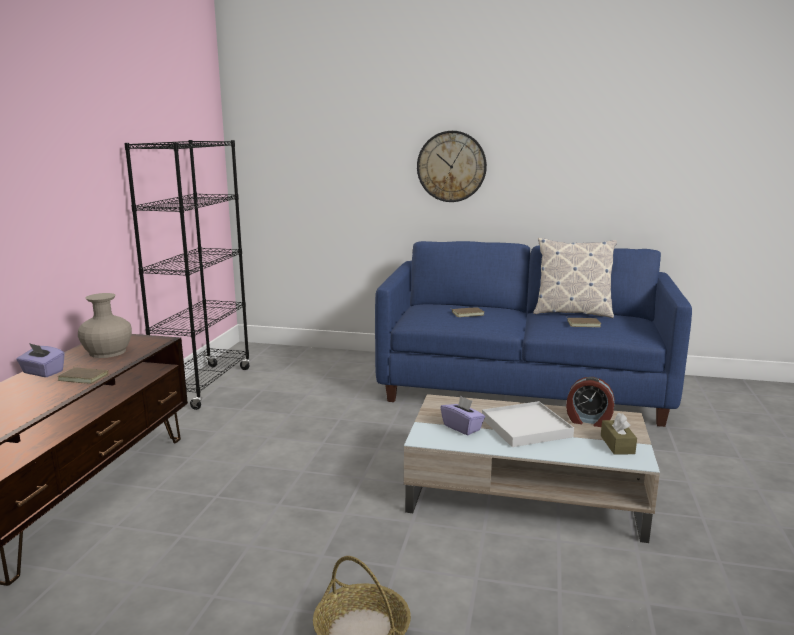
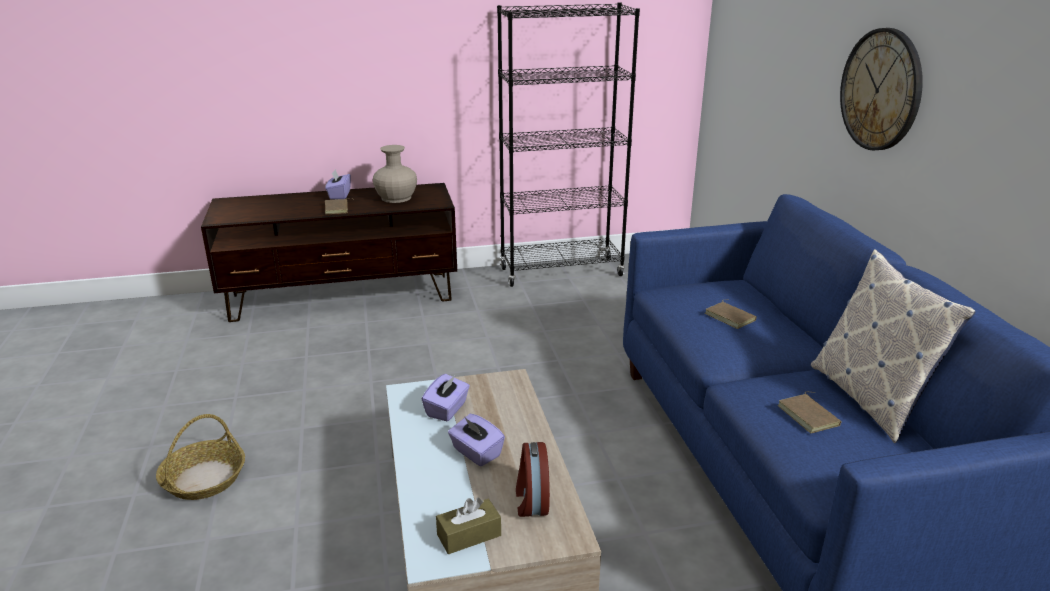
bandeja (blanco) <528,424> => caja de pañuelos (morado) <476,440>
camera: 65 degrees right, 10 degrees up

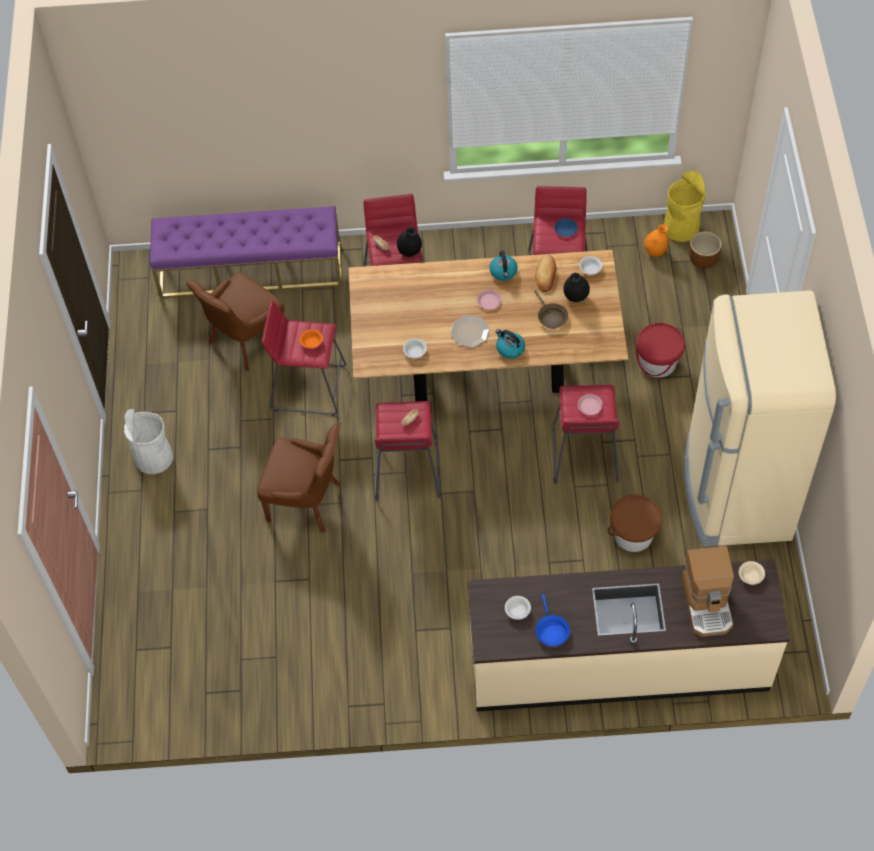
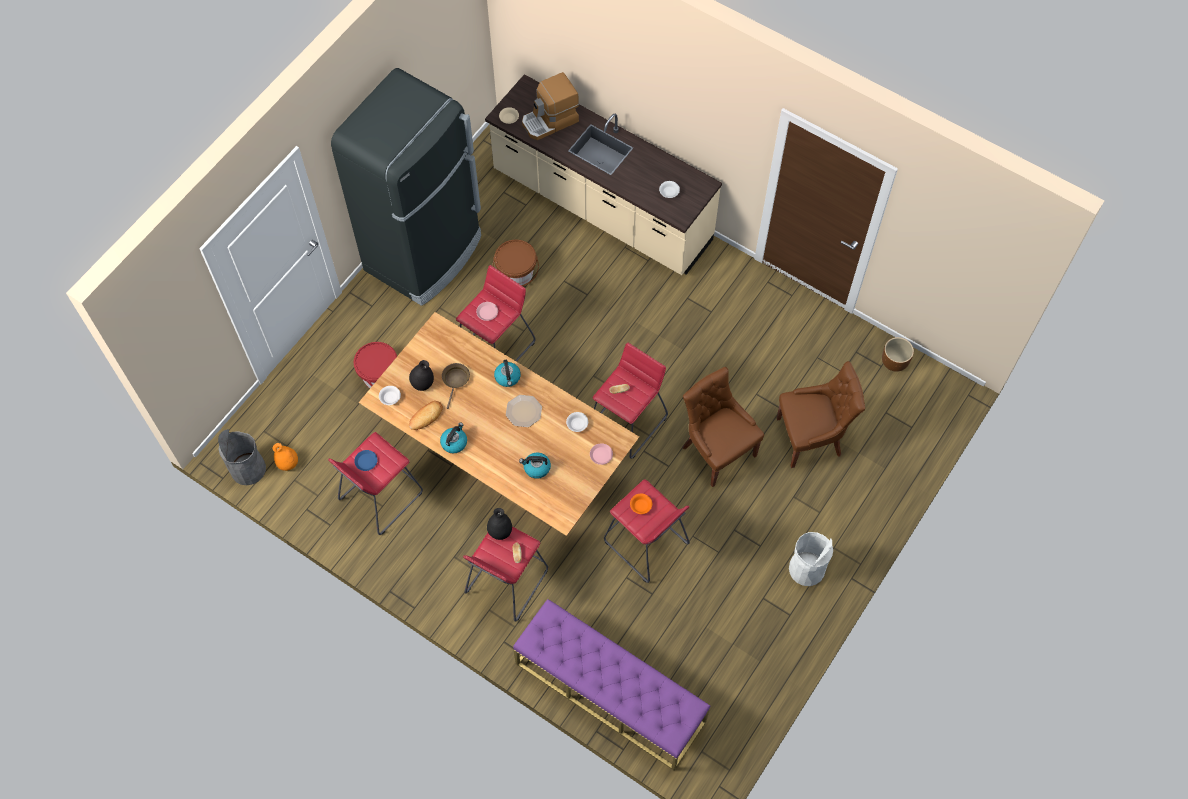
papelera (amarillo) <684,206> => papelera (gris) <242,457>
nevera (beis) <760,418> => nevera (negro) <406,187>
nothing => hervidor <535,466>
cafetera <708,591> => cafetera <550,106>, 150 degrees counterclockwise
plato (rosa) <489,300> => plato (rosa) <601,454>, relocated
silla (marrón) <235,321> => silla (marrón) <821,414>, relocated
maceta (marrón) <705,250> => maceta (marrón) <898,354>, relocated
sartén (azul) <553,620> => nothing
camera: 145 degrees left, 5 degrees up

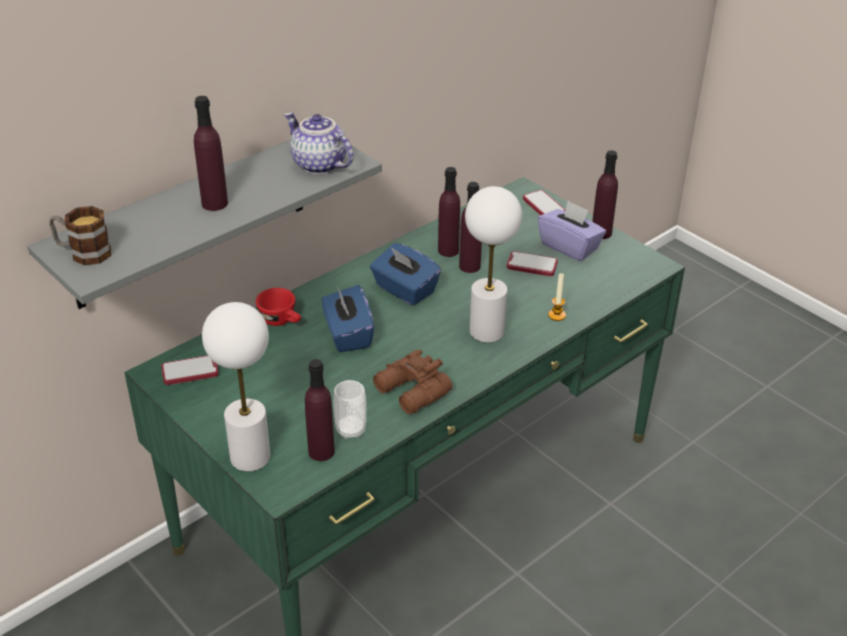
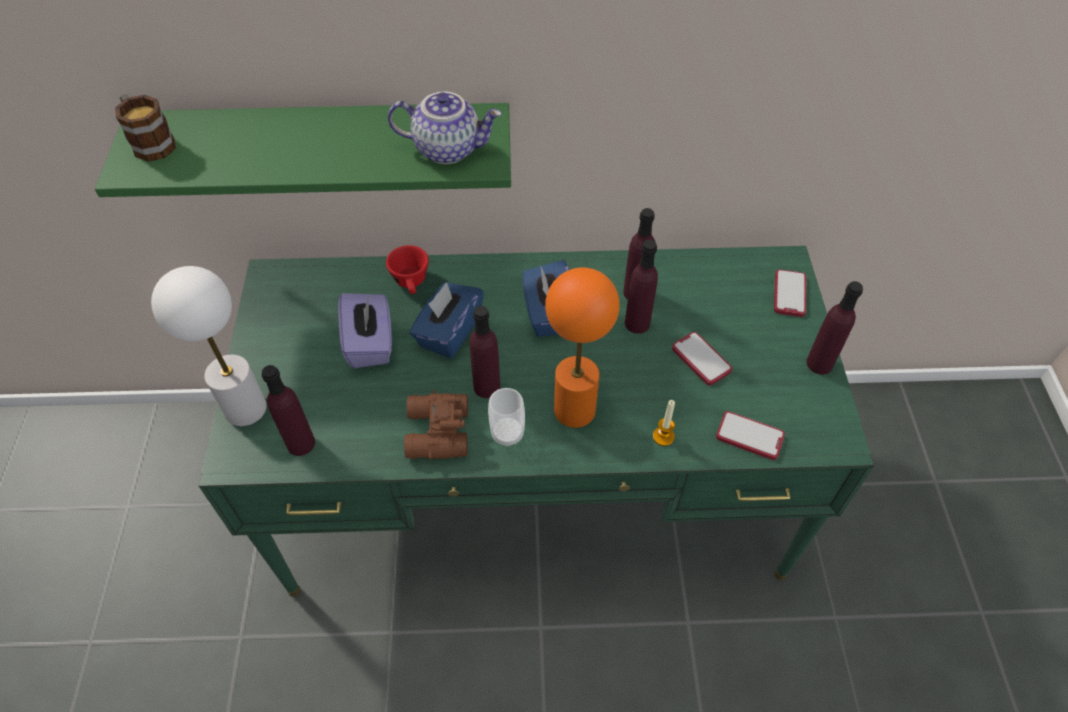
estante (gris) <204,224> => estante (verde) <303,150>
caja de pañuelos (morado) <572,231> => caja de pañuelos (morado) <365,330>, relocated
tetera <318,143> => tetera <445,128>, 105 degrees clockwise
botella (morado) <211,153> => botella (morado) <484,352>, relocated
taza <350,409> => taza <506,417>, relocated
lámpara de mesa (blanco) <493,264> => lámpara de mesa (naranja) <582,347>
móvil <190,370> => móvil <750,435>, relocated
camera: 40 degrees right, 15 degrees up

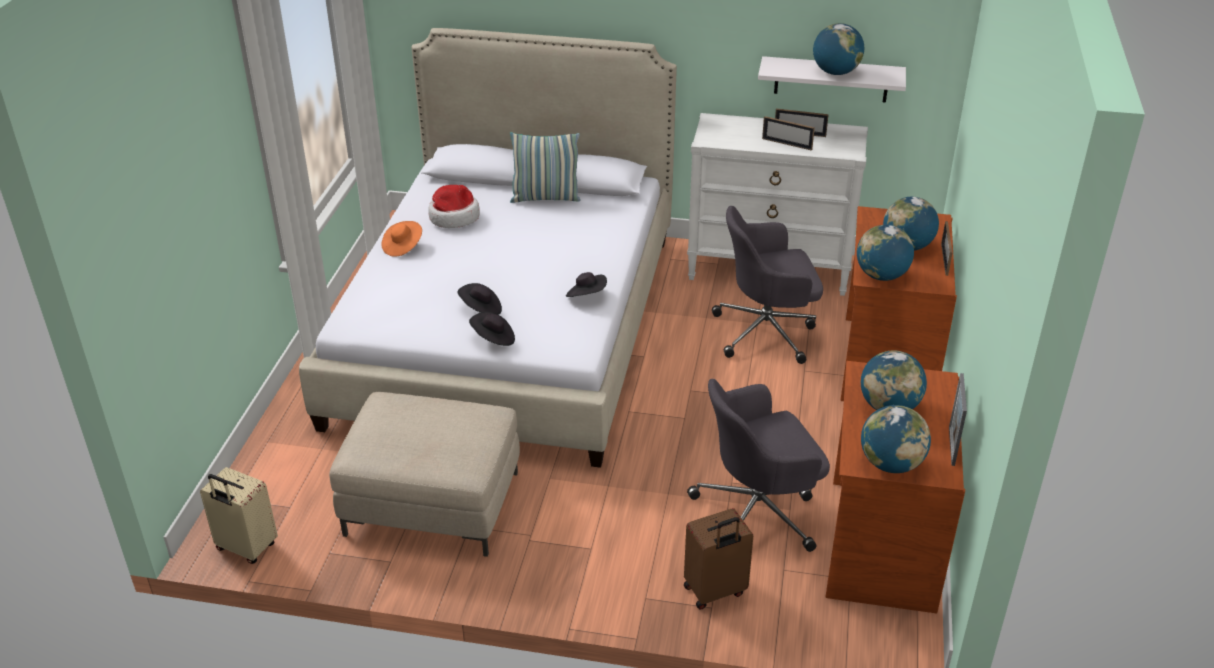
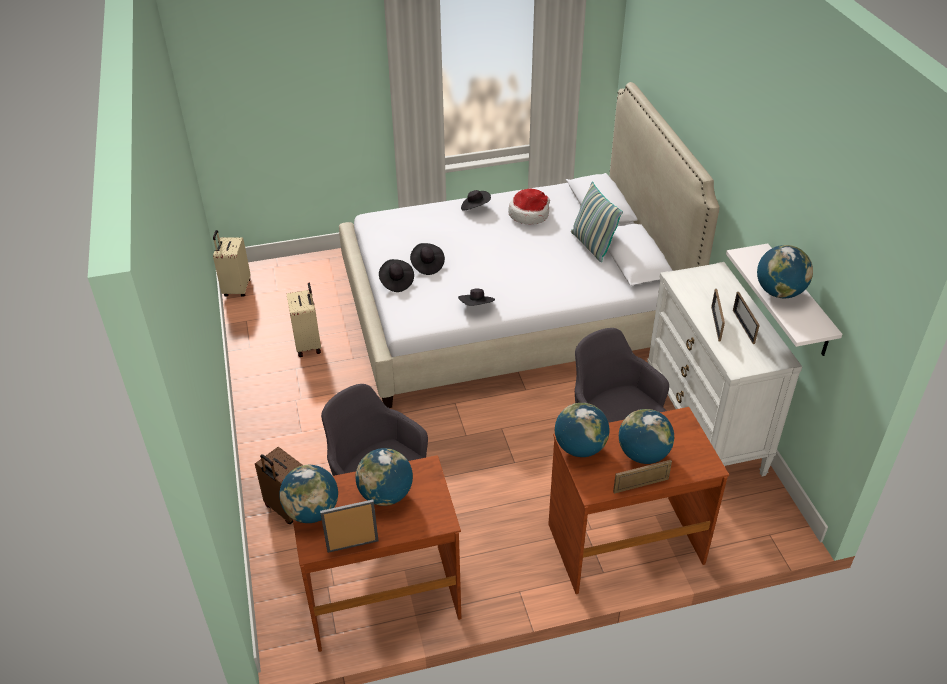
puf (beis) <424,474> => maleta (beis) <303,320>
sombrero (naranja) <401,239> => sombrero (negro) <476,200>
camera: 65 degrees right, 5 degrees up

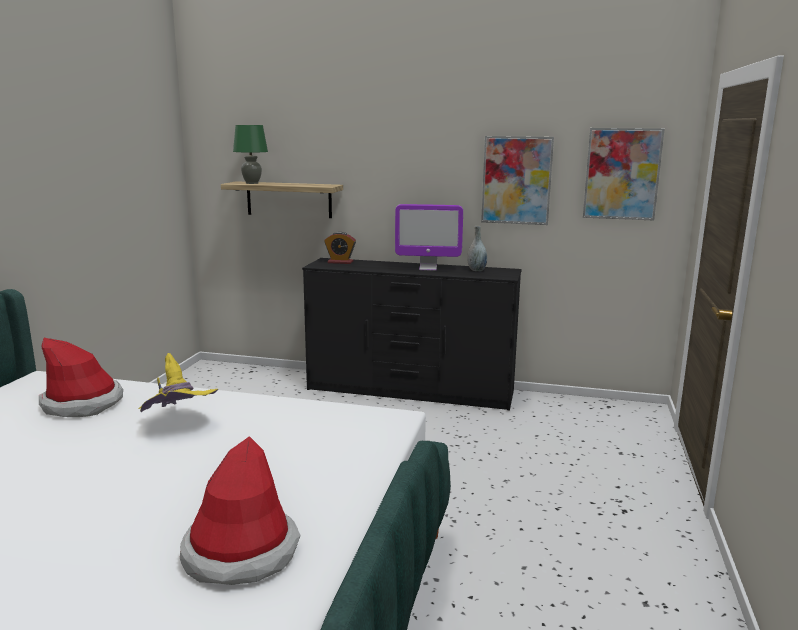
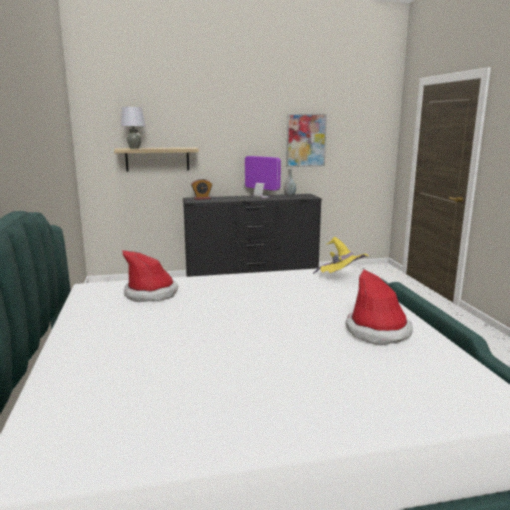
lámpara de mesa (verde) <250,154> => lámpara de mesa (gris) <133,128>
monitor <429,237> => monitor <263,177>, 120 degrees counterclockwise
sombrero (amarillo) <178,382> => sombrero (amarillo) <341,255>, relocated
cuadro <623,174> => nothing
camera: 25 degrees left, 0 degrees up

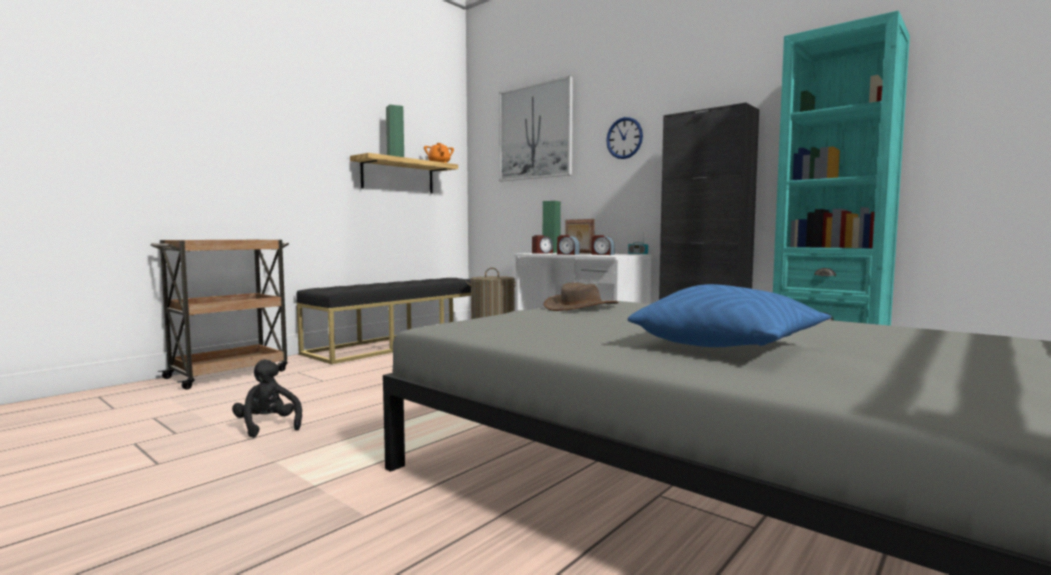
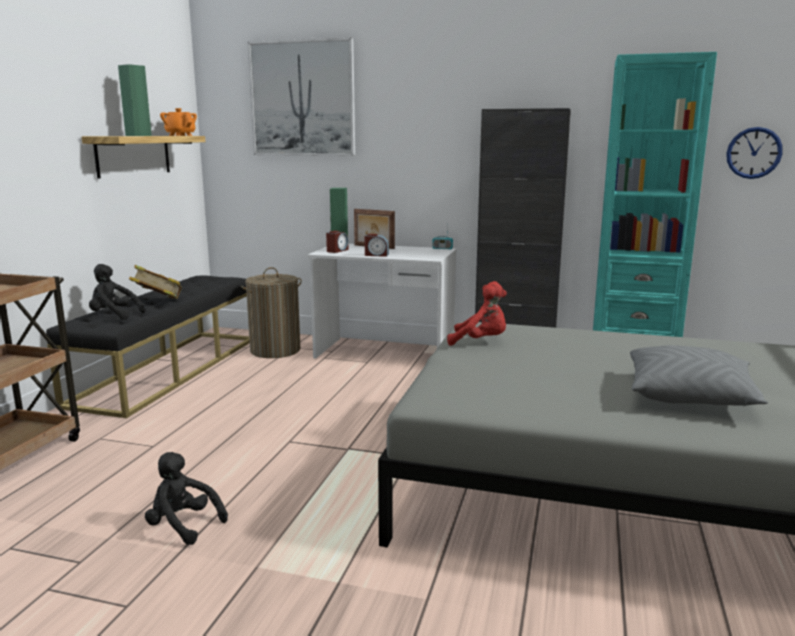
nothing => peluche (negro) <117,292>
nothing => libro <155,282>
sombrero (marrón) <581,296> => peluche (rojo) <477,313>
cojín (azul) <729,315> => cojín (gris) <699,375>
reloj de pared <624,138> => reloj de pared <754,153>, relocated
despertador <603,245> => nothing
camera: 25 degrees left, 10 degrees up

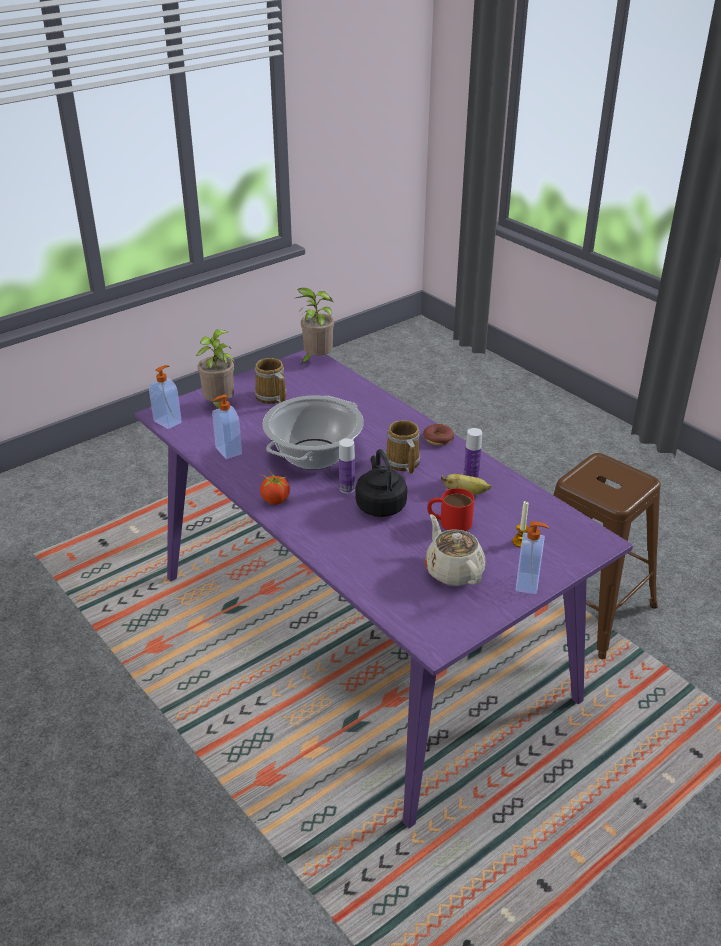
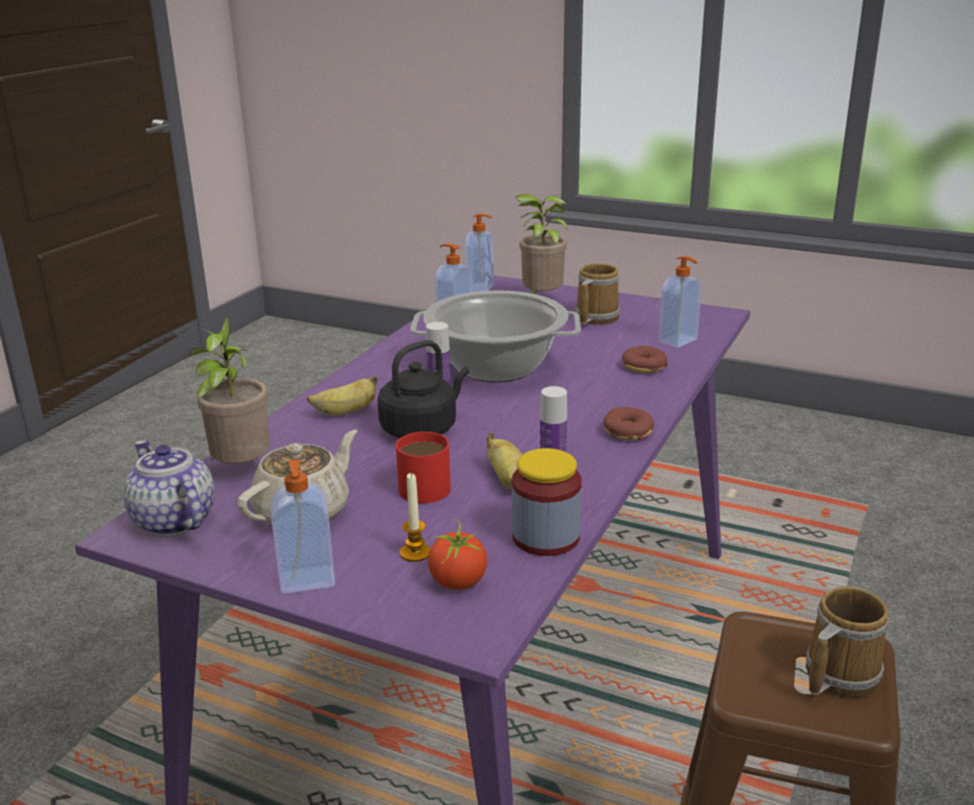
nothing => tetera <169,488>
planta en maceta <315,326> => planta en maceta <229,390>, relocated
nothing => plátano <342,395>
tomate <274,487> => tomate <457,554>, relocated
nothing => tarro <547,502>
nothing => rosquilla <645,359>
nothing => dispensador de jabón <680,302>
taza grande <403,447> => taza grande <847,641>, relocated
camera: 65 degrees right, 10 degrees down

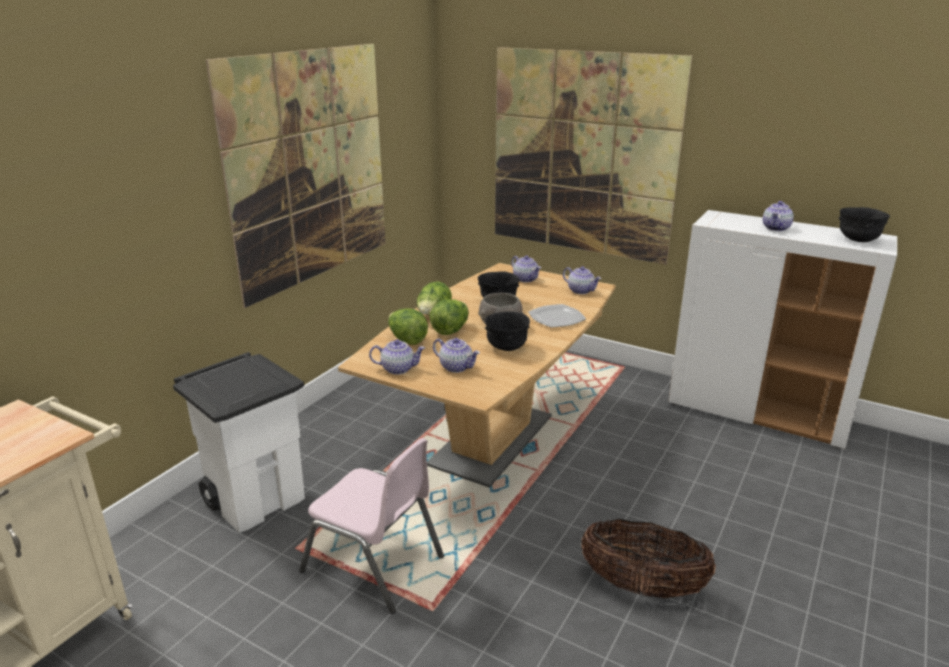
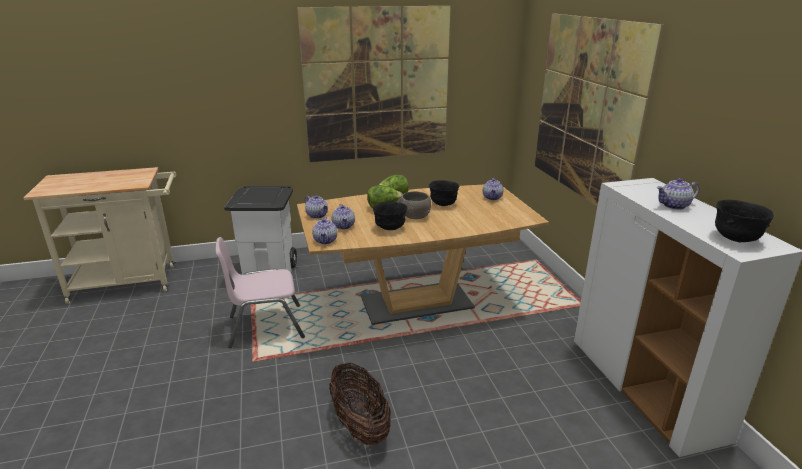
silla (rosa) <371,526> => silla (rosa) <260,292>, 90 degrees clockwise
tetera <582,280> => tetera <324,230>, relocated
lechuga <408,326> => nothing
plato <557,316> => nothing
camera: 45 degrees right, 0 degrees up

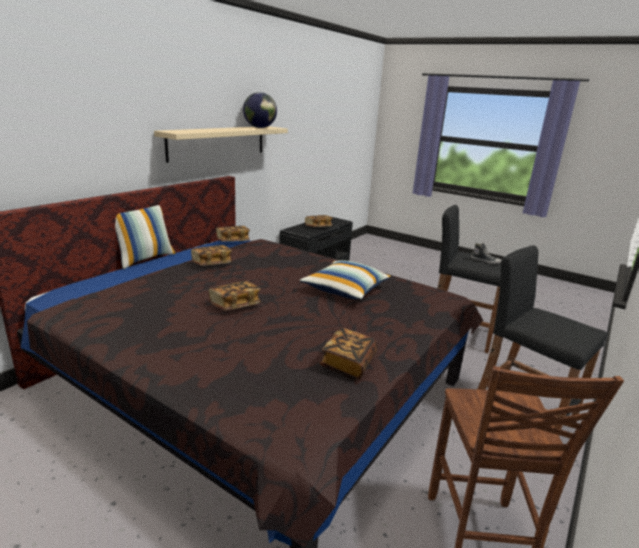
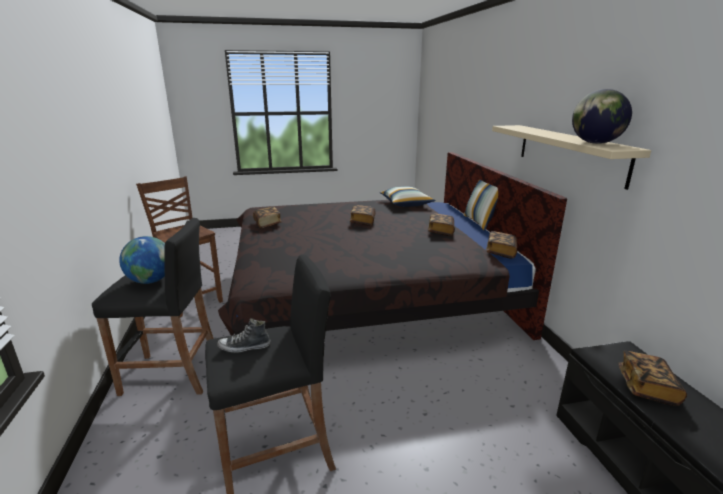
nothing => globo terráqueo <142,260>
cojín <345,279> => cojín <408,196>, relocated
camera: 135 degrees right, 0 degrees up

